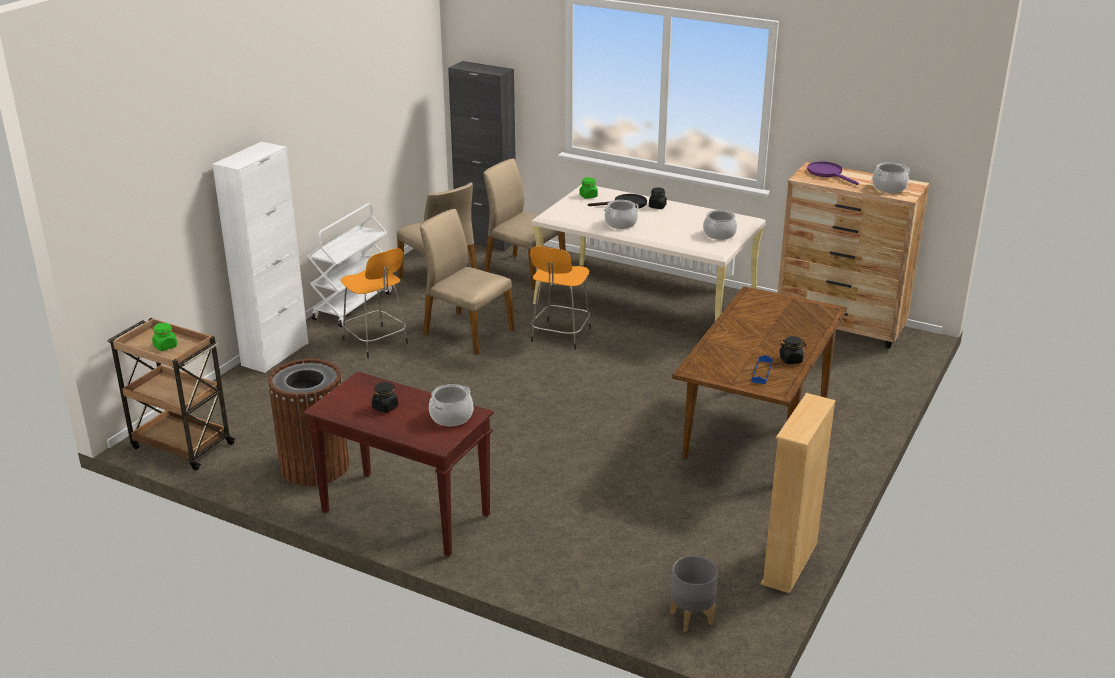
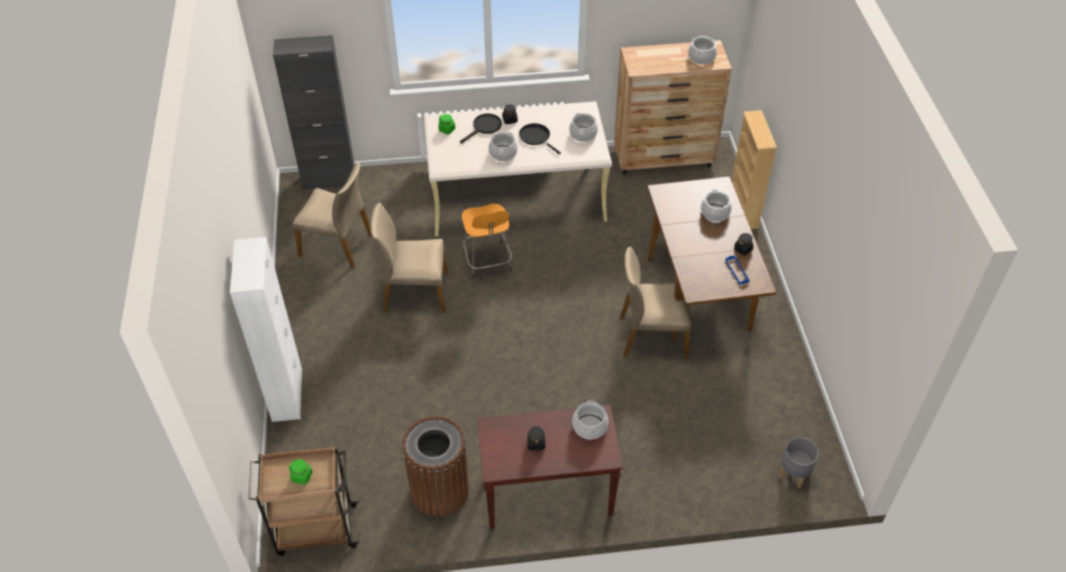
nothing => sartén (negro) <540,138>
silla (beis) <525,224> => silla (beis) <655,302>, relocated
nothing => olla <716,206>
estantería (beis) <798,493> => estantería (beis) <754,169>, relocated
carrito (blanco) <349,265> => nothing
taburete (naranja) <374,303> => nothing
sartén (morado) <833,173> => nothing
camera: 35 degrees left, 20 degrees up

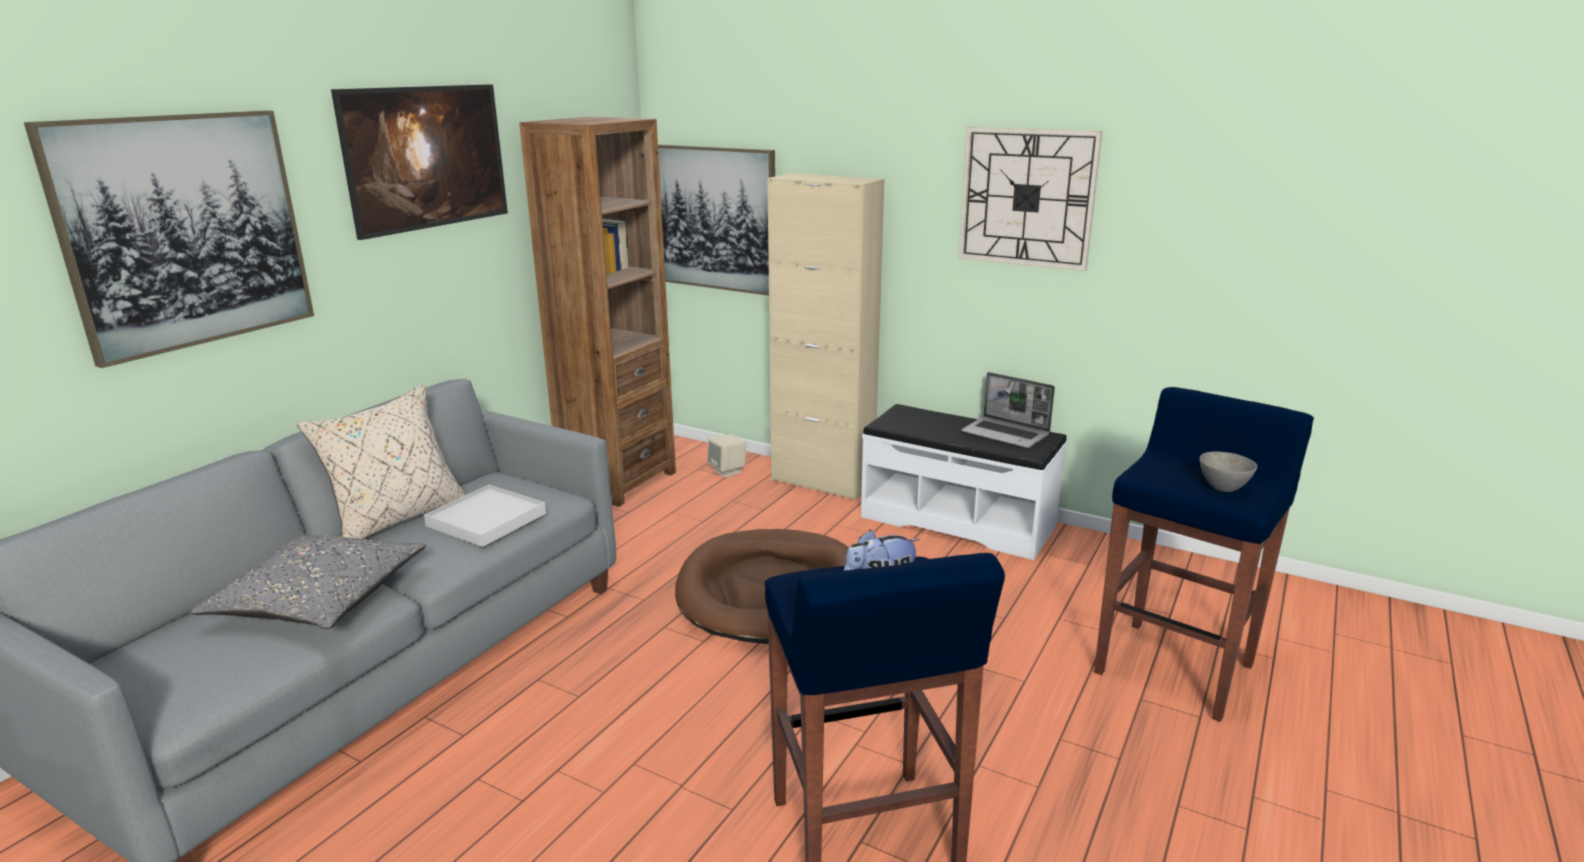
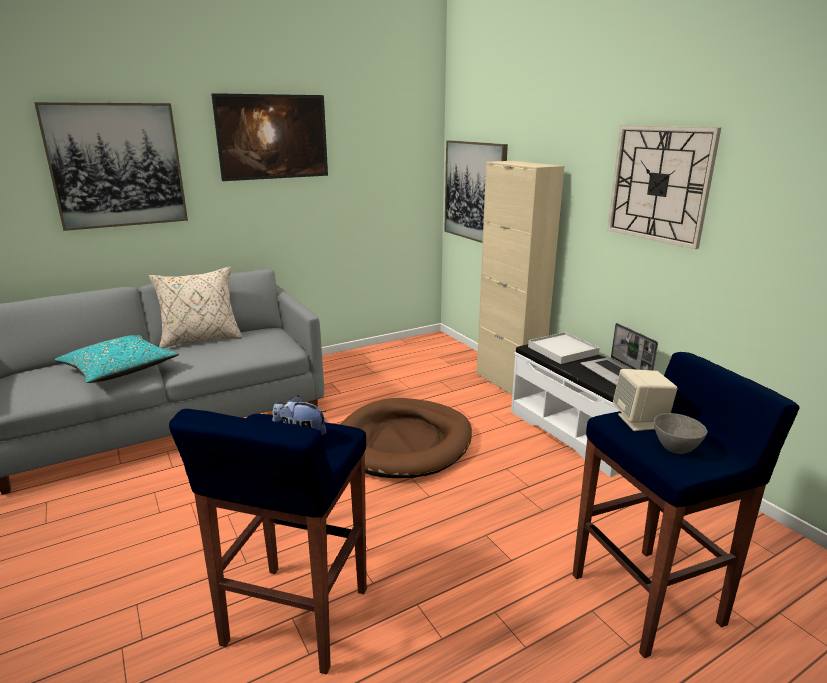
cojín (gris) <308,581> => cojín (turquesa) <117,359>
bandeja (blanco) <485,516> => bandeja (blanco) <563,348>, relocated
altavoz (beis) <727,456> => altavoz (beis) <645,400>, relocated
estantería (marrón) <597,312> => nothing
camera: 30 degrees right, 0 degrees up

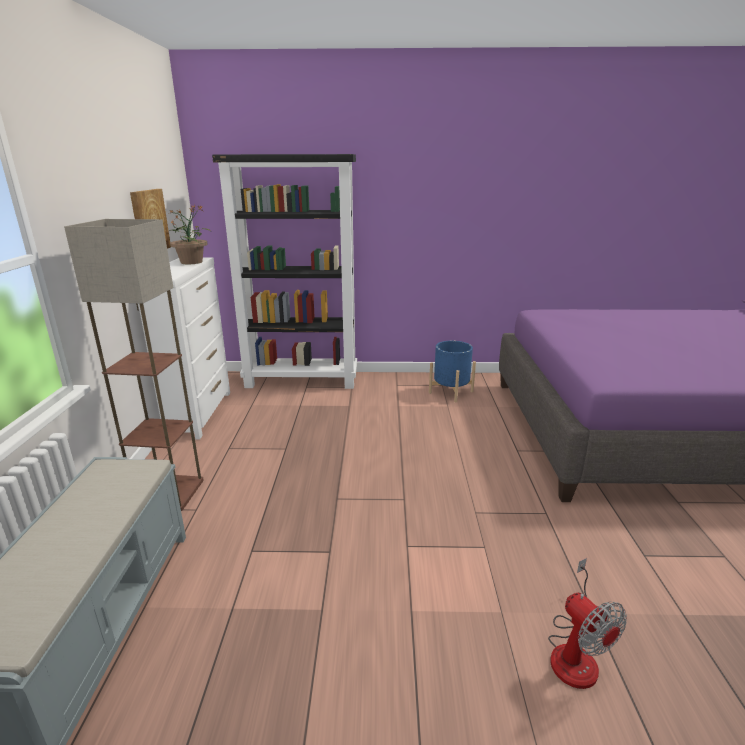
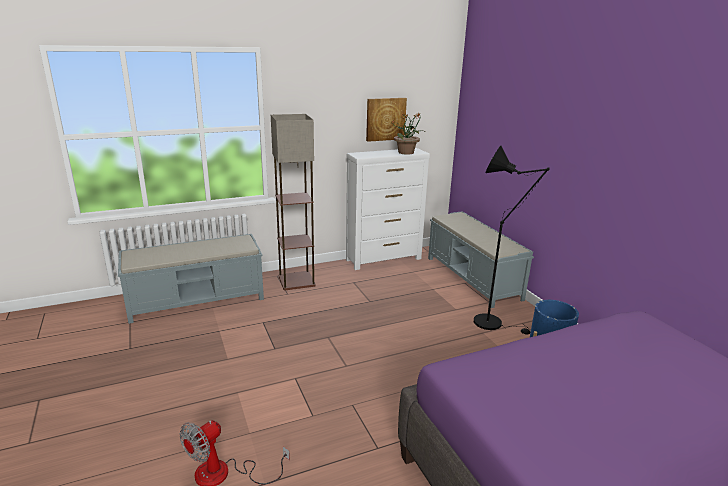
estantería (negro) <284,271> => banco (gris) <481,259>
nothing => lámpara de pie (negro) <512,239>
camera: 65 degrees right, 0 degrees up

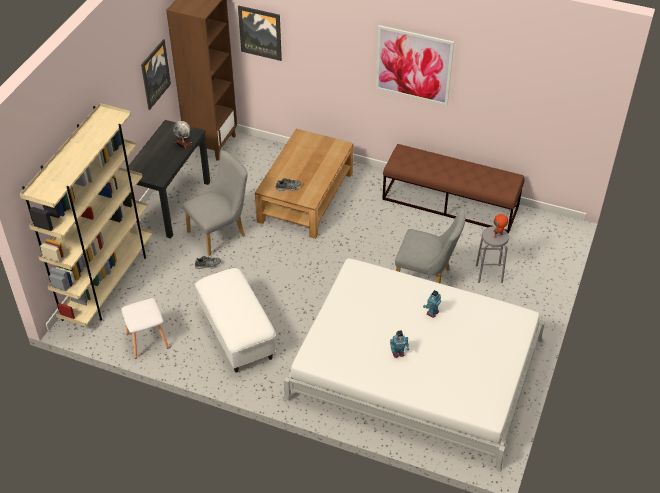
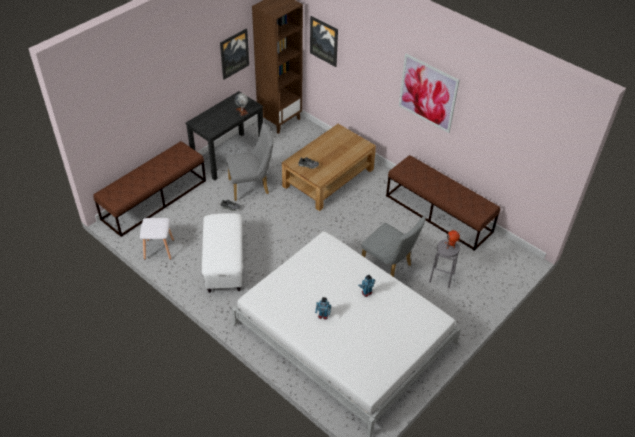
estantería (beis) <86,215> => banco (marrón) <149,189>
camera: 20 degrees right, 0 degrees up

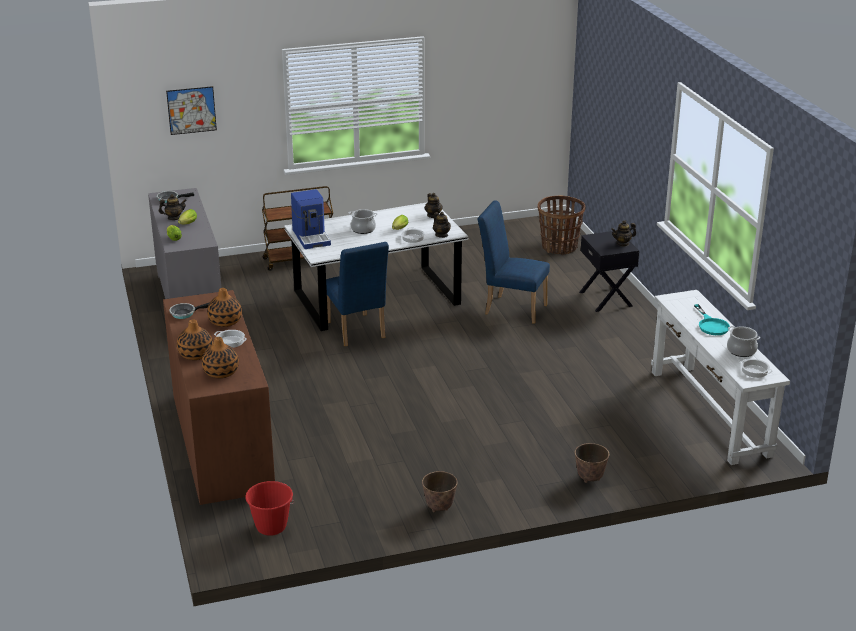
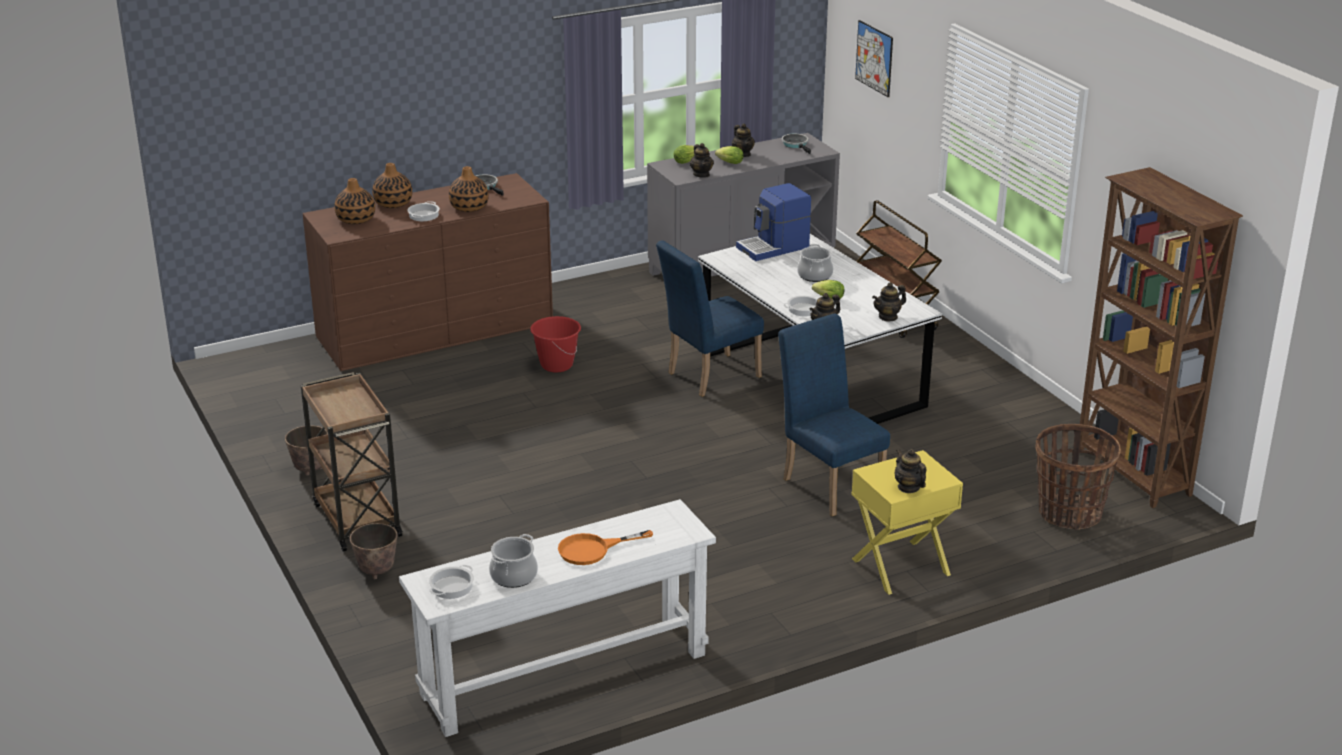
nothing => carrito (marrón) <352,462>
cubo (rojo) <270,508> => cubo (rojo) <555,344>, relocated
sartén (turquesa) <712,319> => sartén (naranja) <605,547>
nothing => tetera <702,160>
silla (azul) <514,262> => silla (azul) <834,414>, 45 degrees counterclockwise
mesita de noche (negro) <609,271> => mesita de noche (amarillo) <907,522>
nothing => estantería (marrón) <1161,337>
camera: 80 degrees right, 0 degrees up

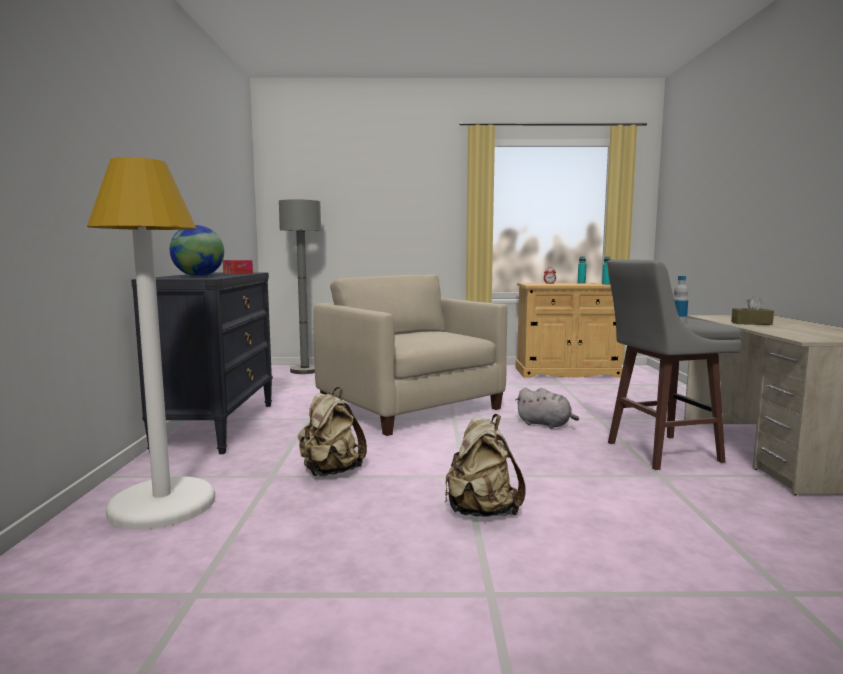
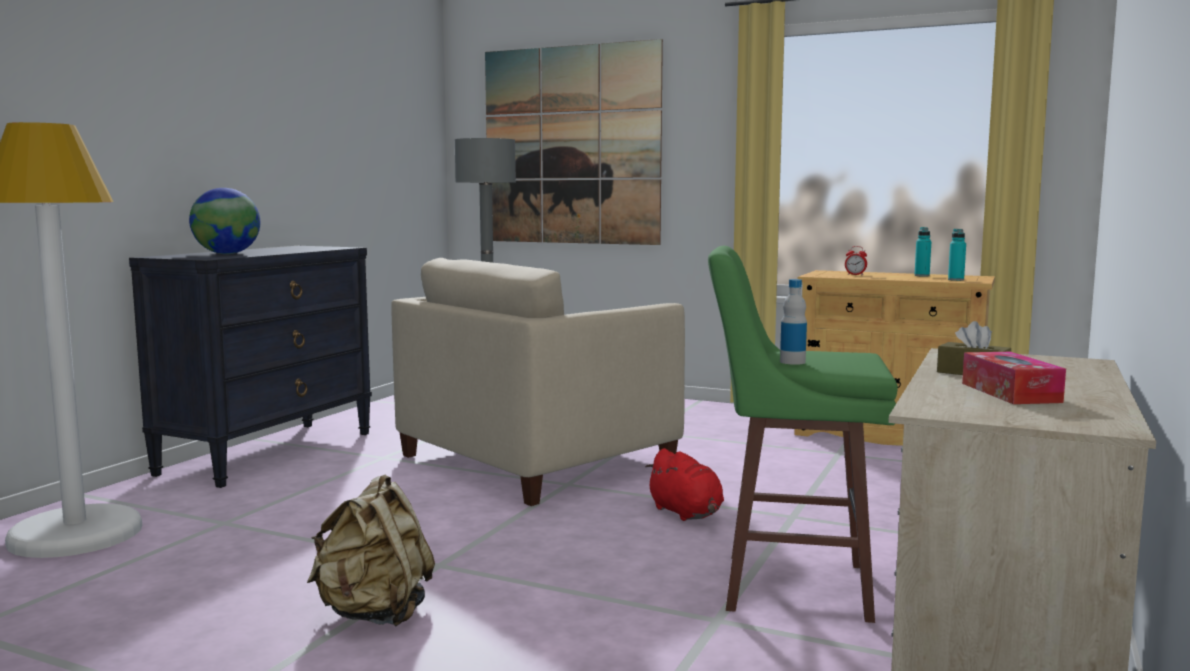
sillón (beis) <410,355> => sillón (beis) <538,382>, 120 degrees counterclockwise
nothing => cuadro <574,142>
peluche (gris) <547,408> => peluche (rojo) <684,484>
taburete (gris) <674,364> => taburete (verde) <803,434>
caja de pañuelos <238,267> => caja de pañuelos <1014,378>, relocated
mochila (beis) <332,431> => nothing
camera: 25 degrees right, 0 degrees up

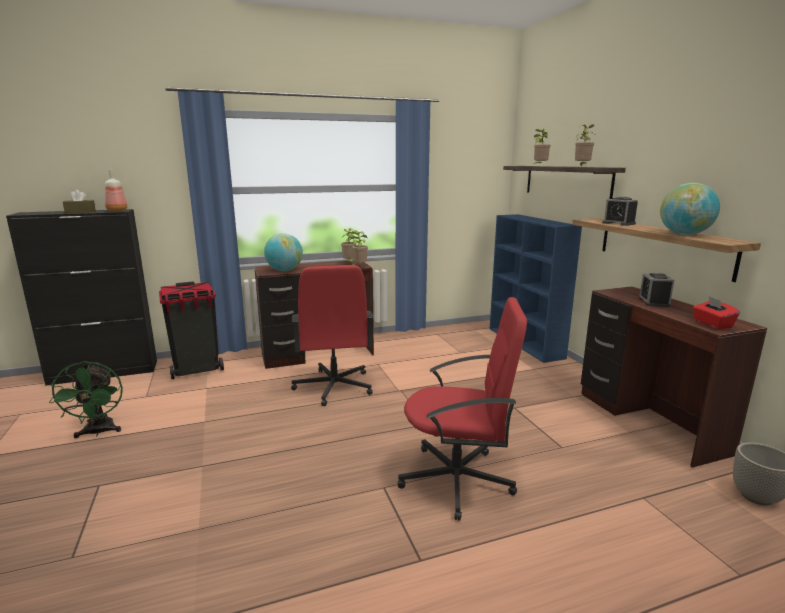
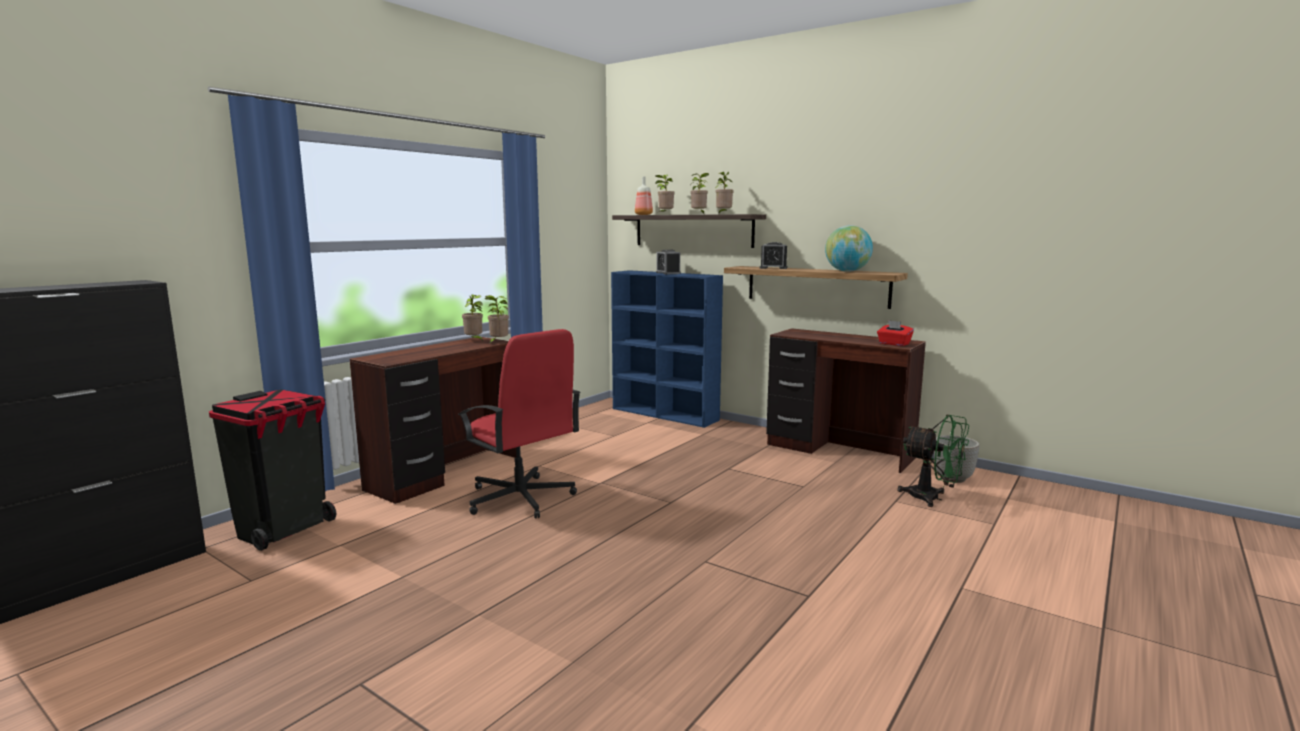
botella <116,190> => botella <644,195>, relocated
despertador <656,290> => despertador <668,262>, relocated
nothing => planta en maceta <699,193>
ventilador (verde) <86,399> => ventilador (verde) <933,461>, relocated
caja de pañuelos (marrón) <79,201> => nothing
globo terráqueo <283,252> => nothing
silla de oficina (rojo) <462,409> => nothing
camera: 35 degrees left, 5 degrees down

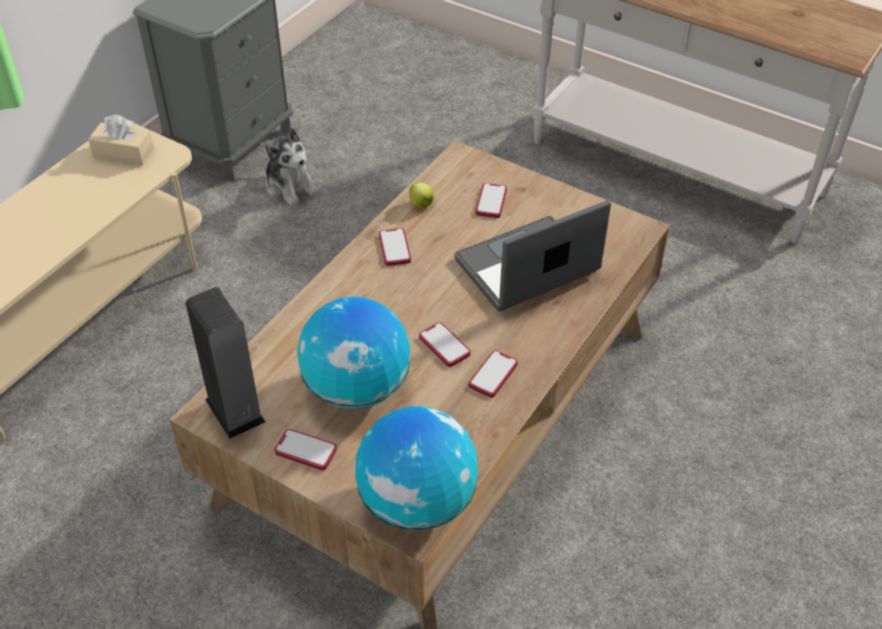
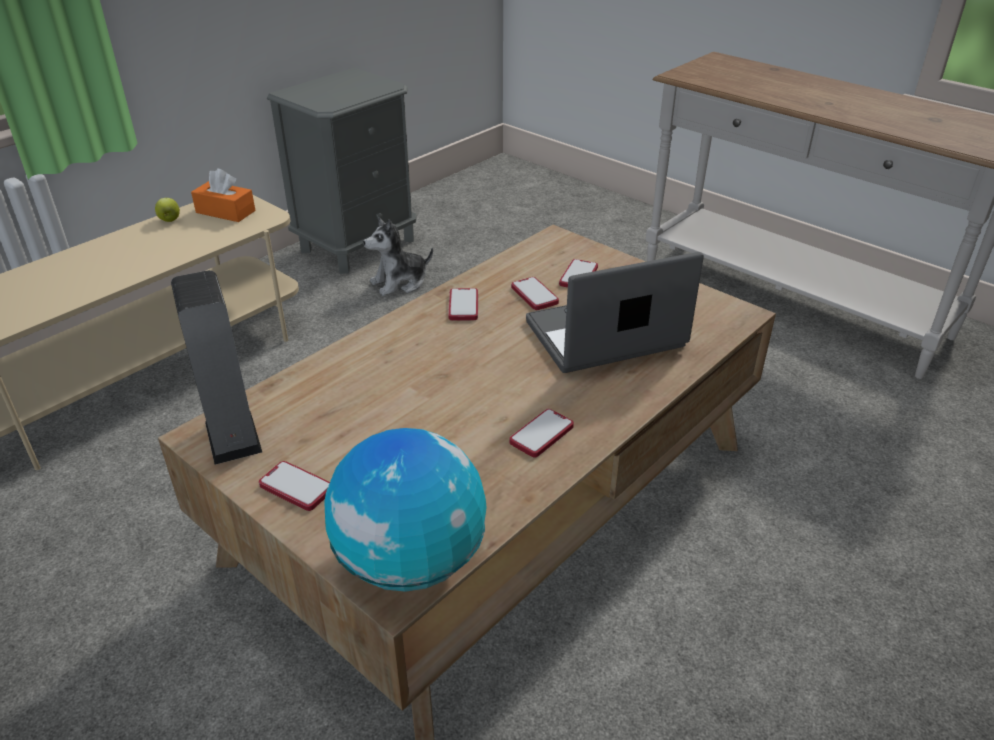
manzana <421,195> => manzana <167,210>, relocated
caja de pañuelos (beis) <121,140> => caja de pañuelos (naranja) <223,195>
peluche <292,166> => peluche <398,256>, 90 degrees clockwise
móvil <445,344> => móvil <535,293>, relocated
globo terráqueo <353,352> => nothing
camera: 10 degrees right, 10 degrees down

